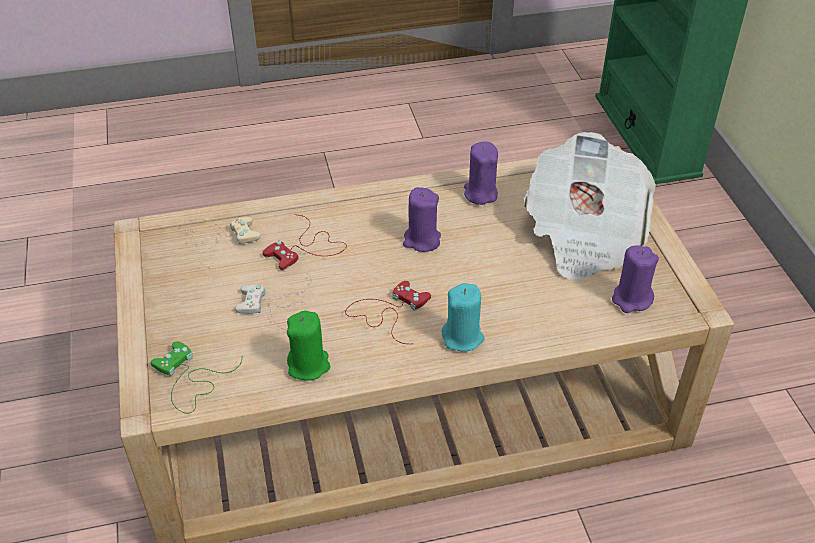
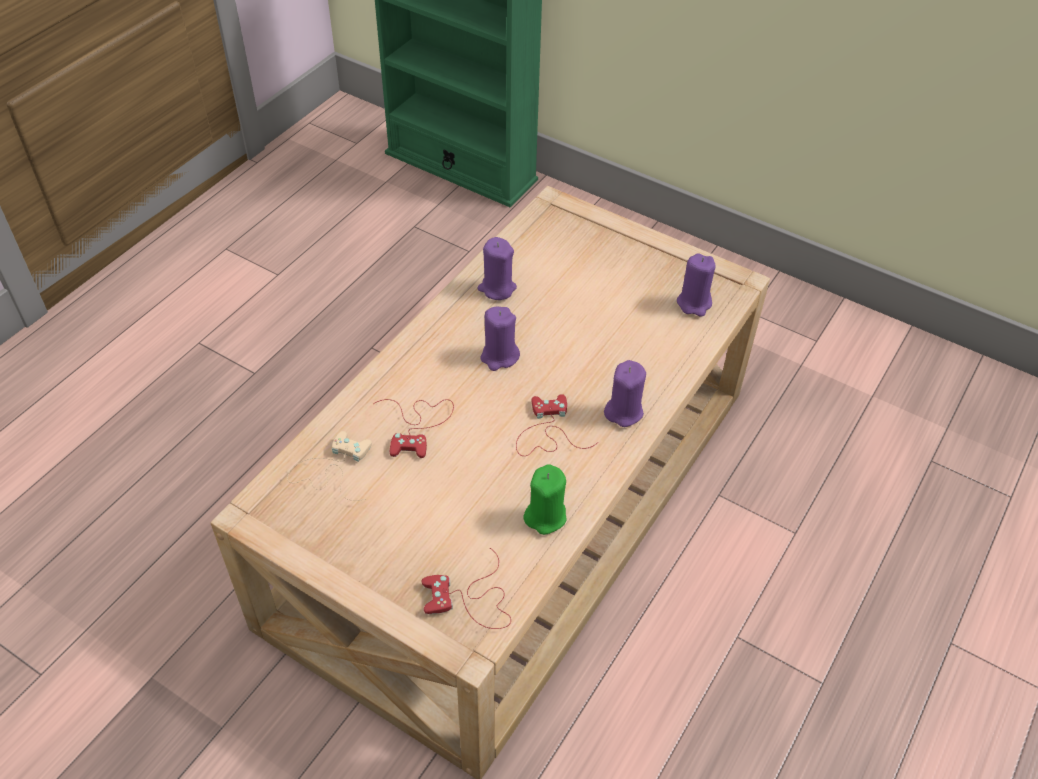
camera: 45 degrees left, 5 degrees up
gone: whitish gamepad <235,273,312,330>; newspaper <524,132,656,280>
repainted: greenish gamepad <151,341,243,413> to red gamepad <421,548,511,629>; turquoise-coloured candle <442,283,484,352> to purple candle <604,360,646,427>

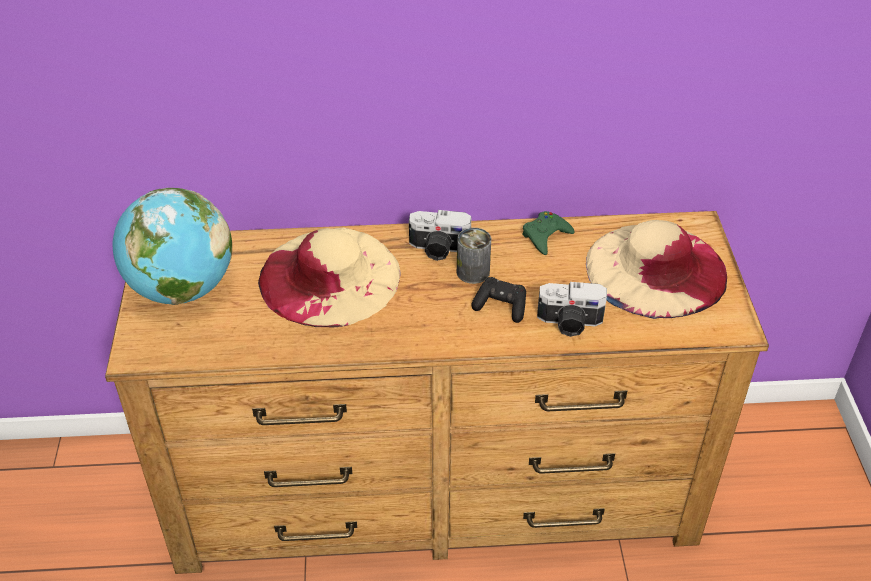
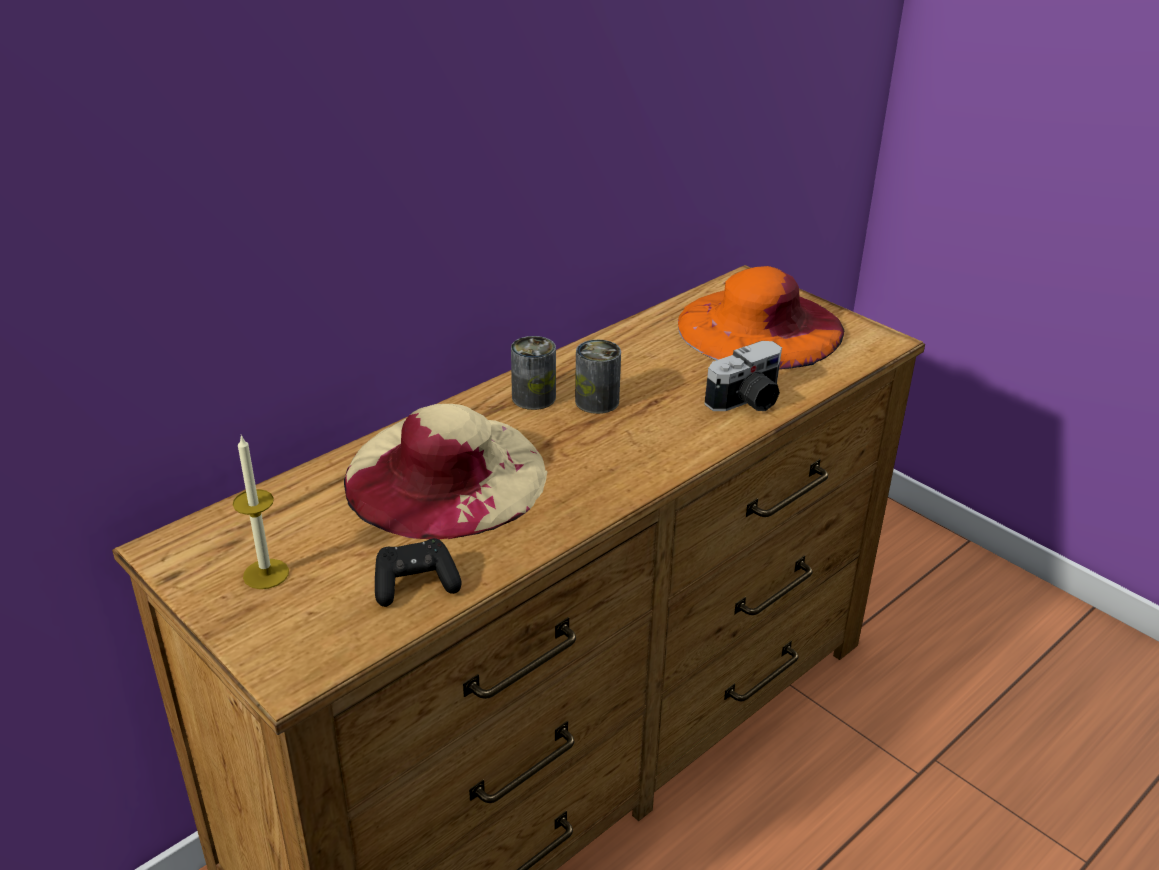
camera: 40 degrees left, 10 degrees down
gone: greenish gamepad <522,211,575,255>
shifted: black-coloured gamepad <472,277,526,323> to <375,538,462,607>
swapped: globe <113,188,232,305> to candle <233,435,289,589>; photo camera <409,210,471,261> to sealed can <511,336,556,410>
repainted: sand-coloured wearable hat <586,220,727,319> to orangey wearable hat <678,266,844,369>

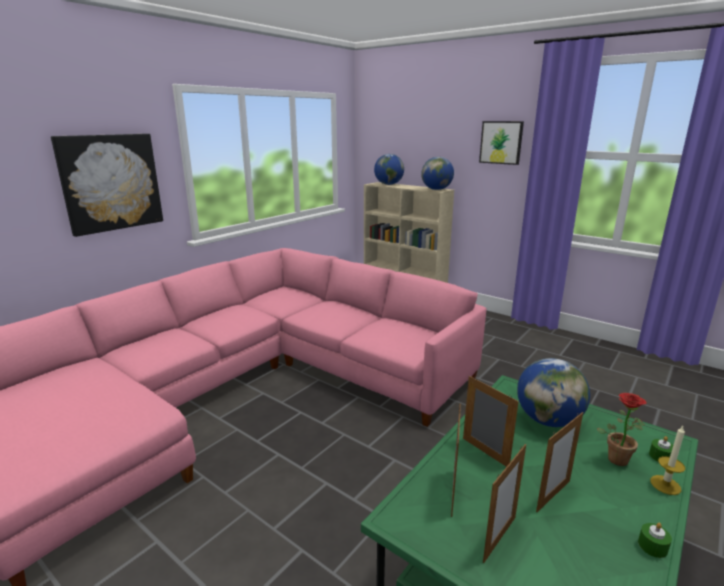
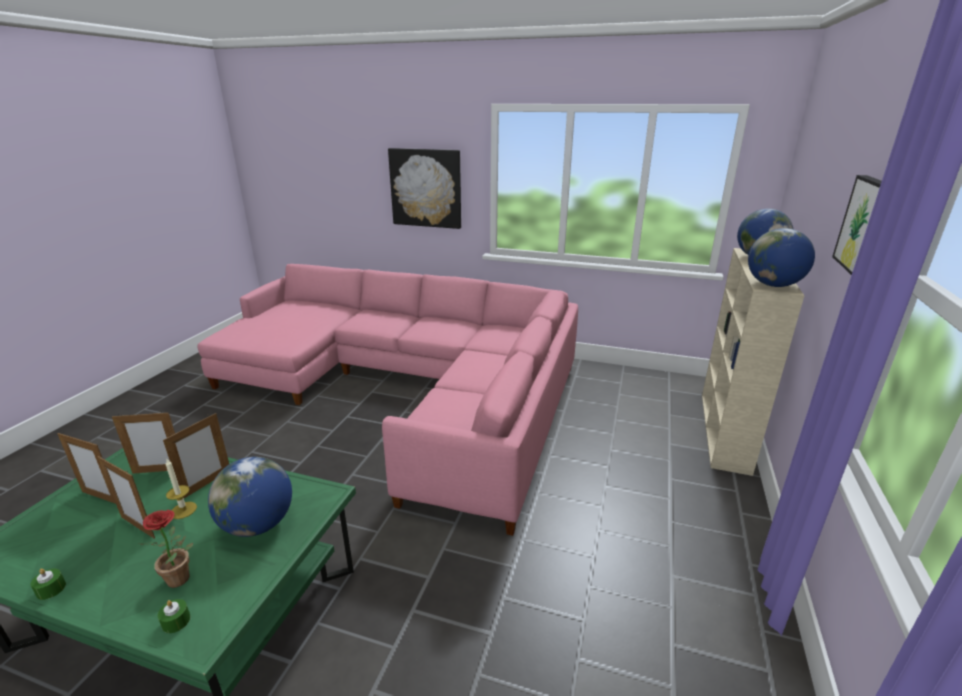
camera: 70 degrees right, 5 degrees up
shifted: candle <650,426,685,495> to <166,459,197,519>

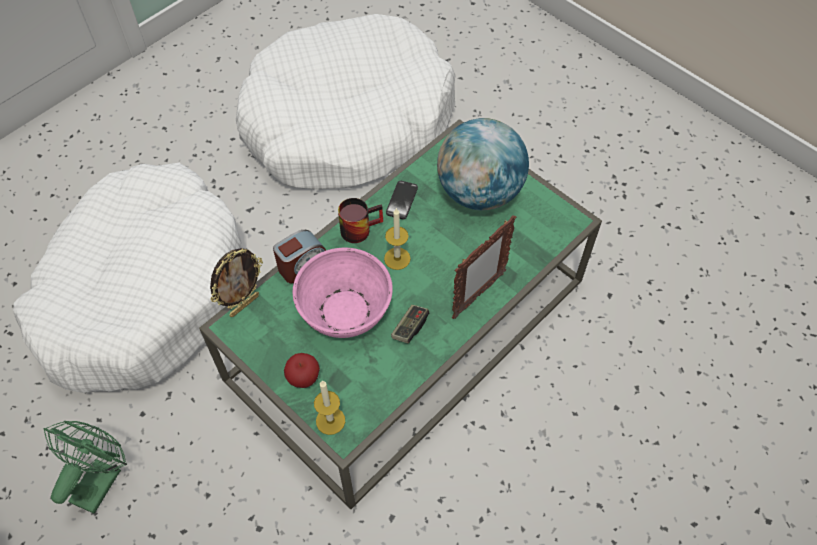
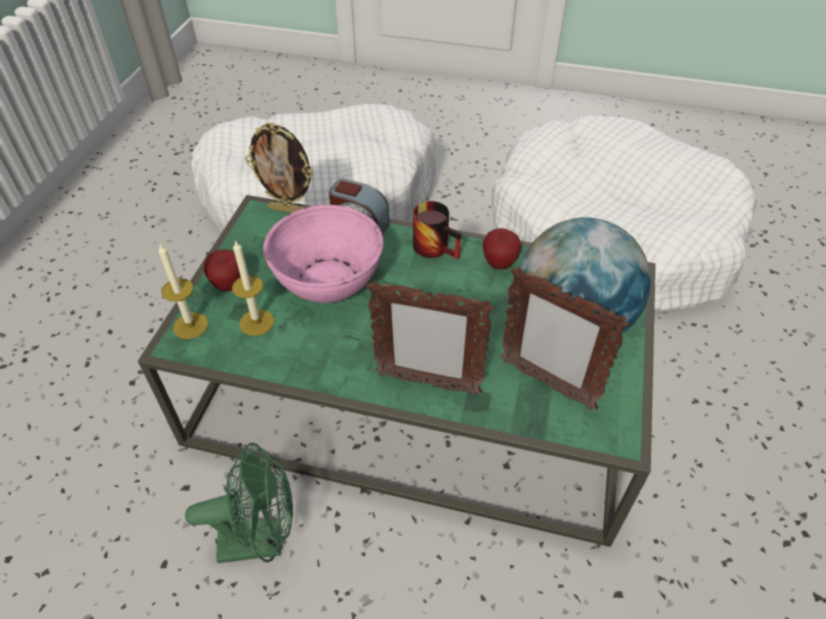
camera: 60 degrees right, 10 degrees down
gone: gamepad <391,305,429,343>
new: picture frame <500,267,630,410>
shifted: greenish electric fan <43,421,127,514> to <185,443,293,563>; candle <384,208,411,270> to <232,240,274,336>
swapped: handset <386,181,418,220> to apple fruit <483,228,521,270>

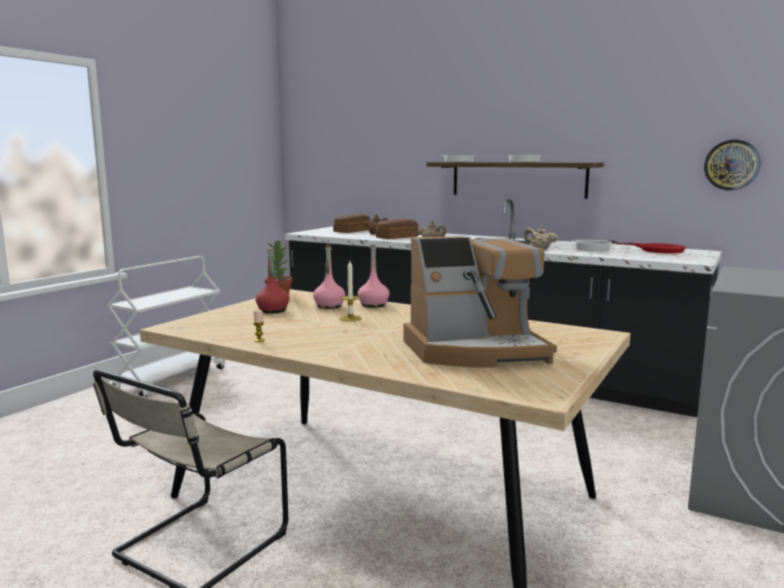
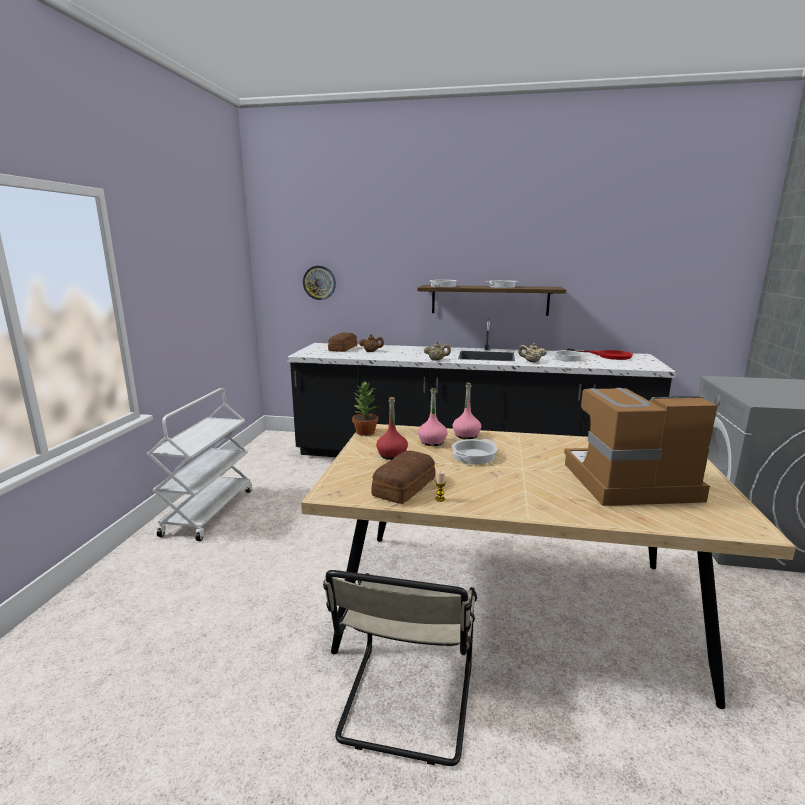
camera: 20 degrees left, 5 degrees up
shifted: bakery bread <376,218,419,239> to <371,451,436,504>; hanging clock <704,140,761,191> to <303,266,336,300>
swapped: candle <340,261,362,322> to stockpot <452,439,497,464>
rotated: coffee maker <403,236,557,368> = <564,388,718,506> 150 degrees counterclockwise

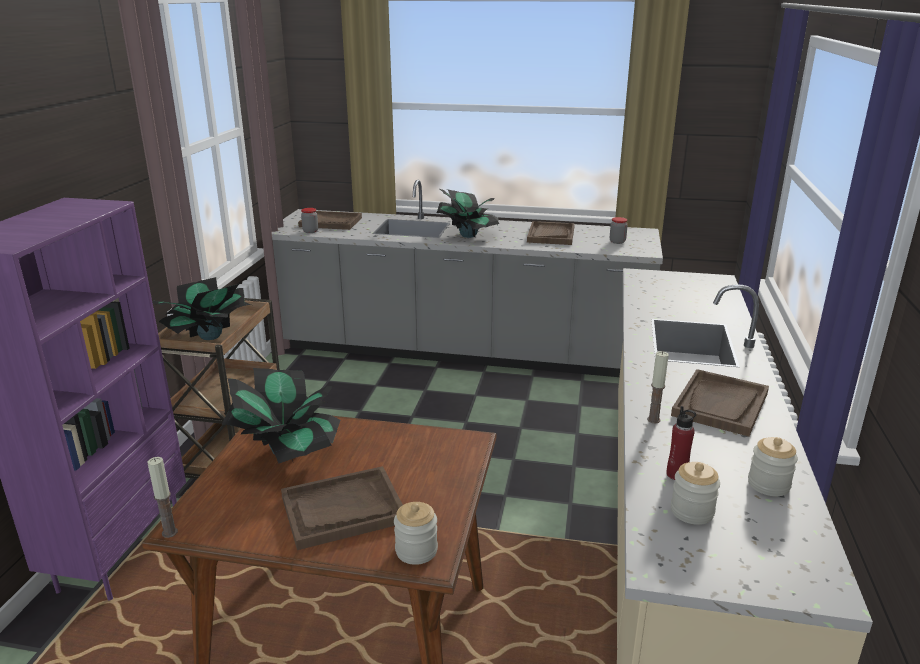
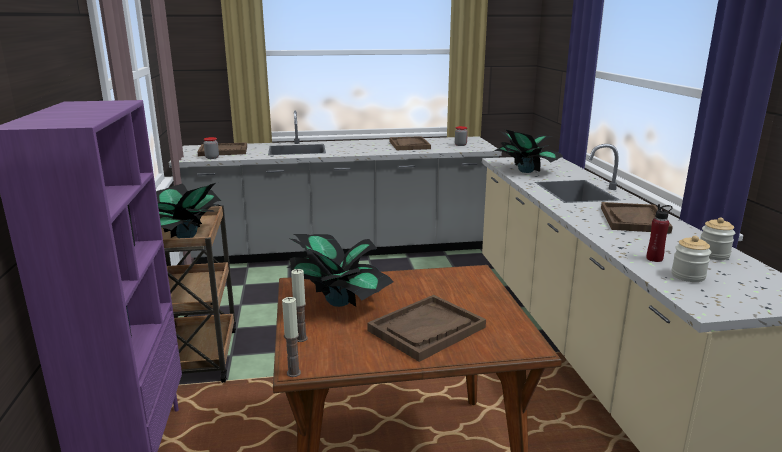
camera: 20 degrees left, 5 degrees down
gone: storage jar <394,502,438,565>
shifted: plant in a pot <437,189,499,238> to <494,129,563,173>; candle <647,351,669,423> to <291,269,308,342>

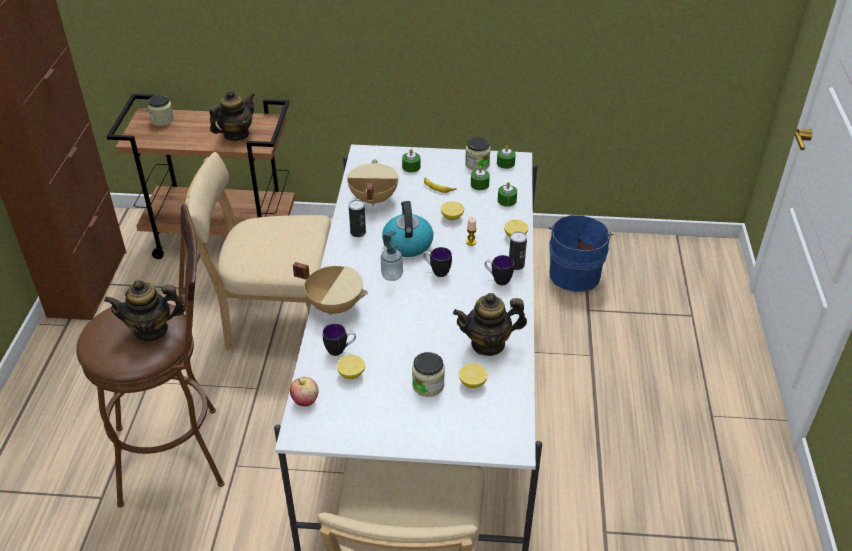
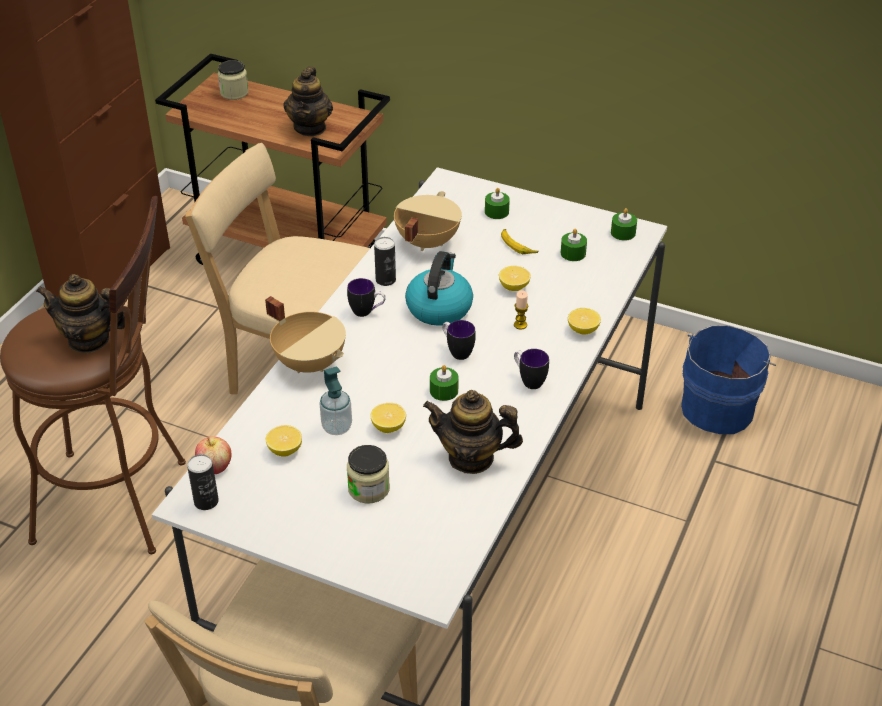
camera: 20 degrees right, 0 degrees up
gone: storage jar <465,137,491,171>
shifted: coffee mug <323,324,356,356> to <347,278,386,317>; liquid soap bottle <381,231,403,281> to <319,366,352,435>; whole lemon <459,363,487,388> to <370,403,406,433>; greenish candle <498,182,517,207> to <430,365,459,401>; sealed can <509,231,527,270> to <187,454,219,510>
rotated: pot for tea <209,90,255,141> = <284,67,333,136> 120 degrees clockwise

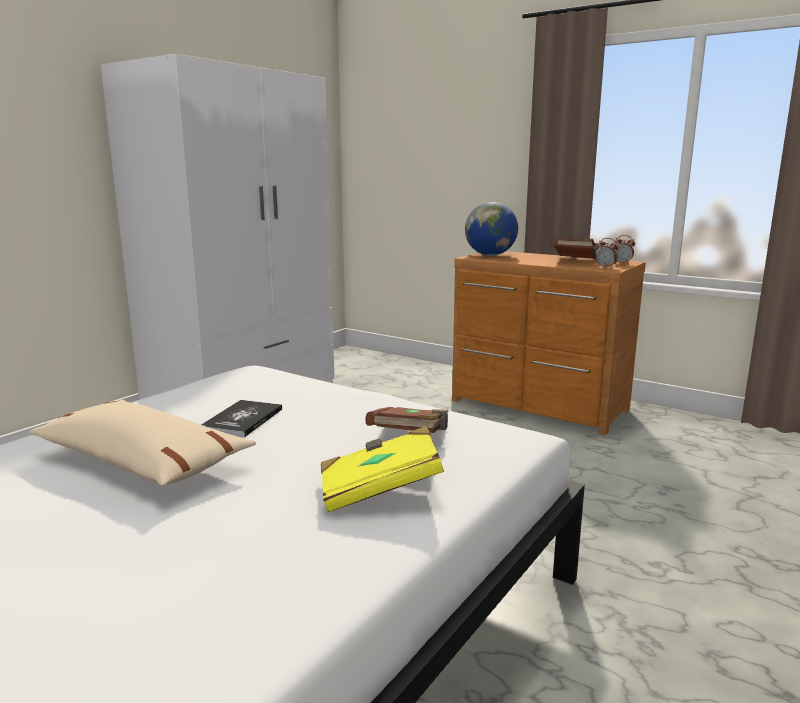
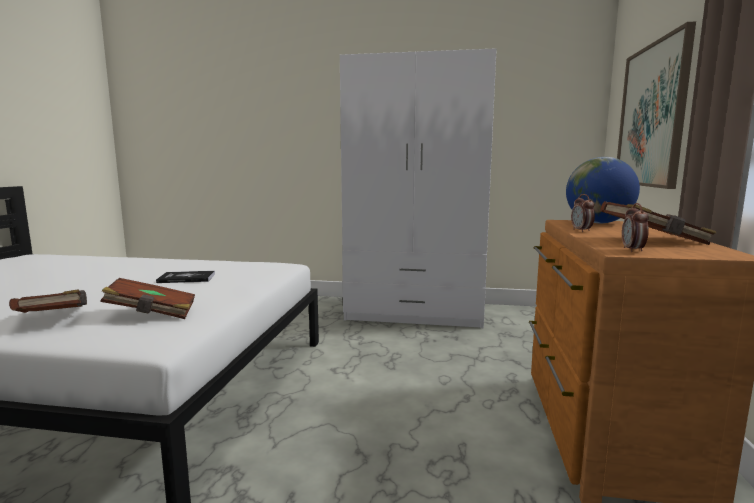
camera: 65 degrees right, 5 degrees down
gone: sand-coloured pillow <28,400,256,486>
new: wall picture <617,22,696,189>
shifted: alarm clock <615,235,635,265> to <571,194,595,232>
repainted: yellowish bound book <321,426,444,512> to brown bound book <9,289,87,313>

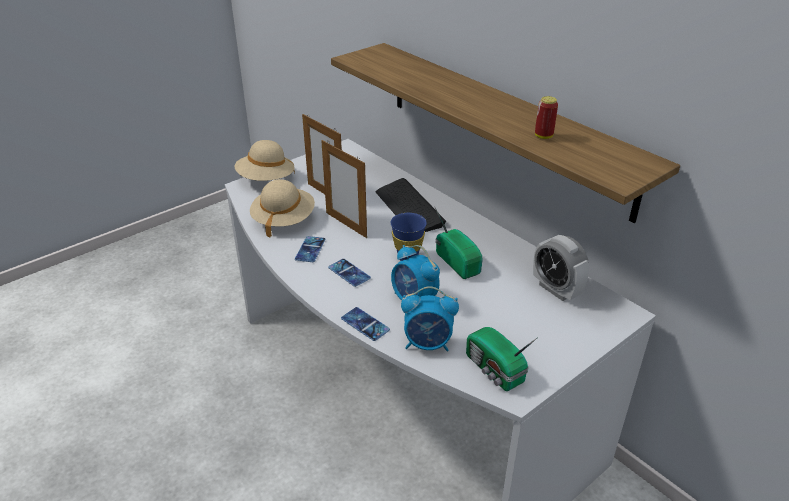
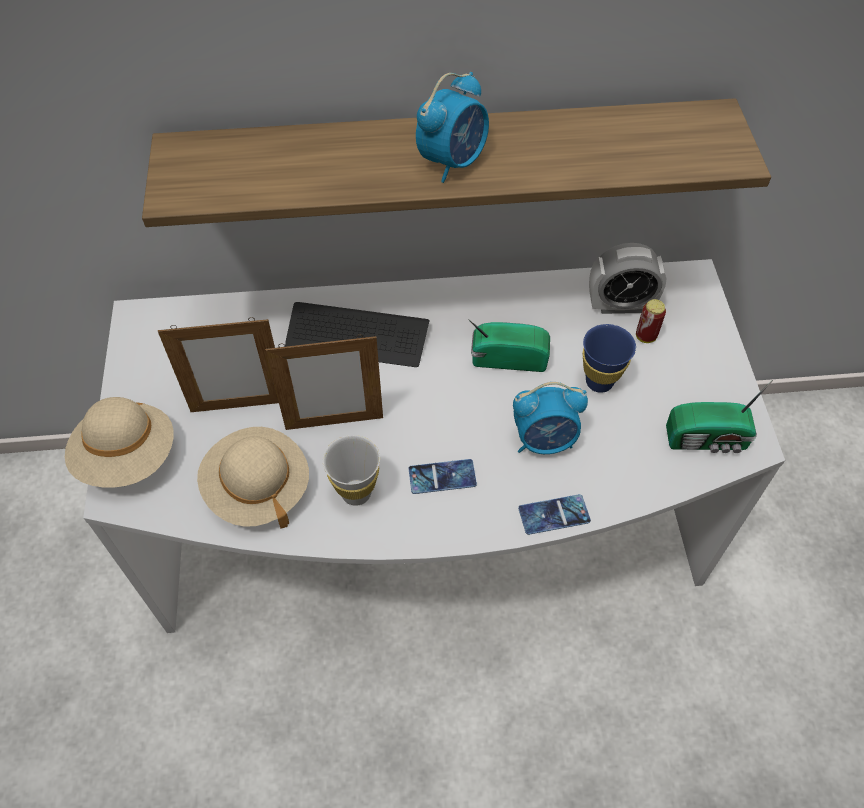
camera: 55 degrees left, 20 degrees up
shifted: bluish small cup <390,213,427,261> to <583,324,636,393>; alarm clock <401,286,459,352> to <416,72,489,183>; sealed can <535,96,558,139> to <636,299,666,343>
swapped: handset <295,236,325,262> to whitish small cup <323,435,380,506>

